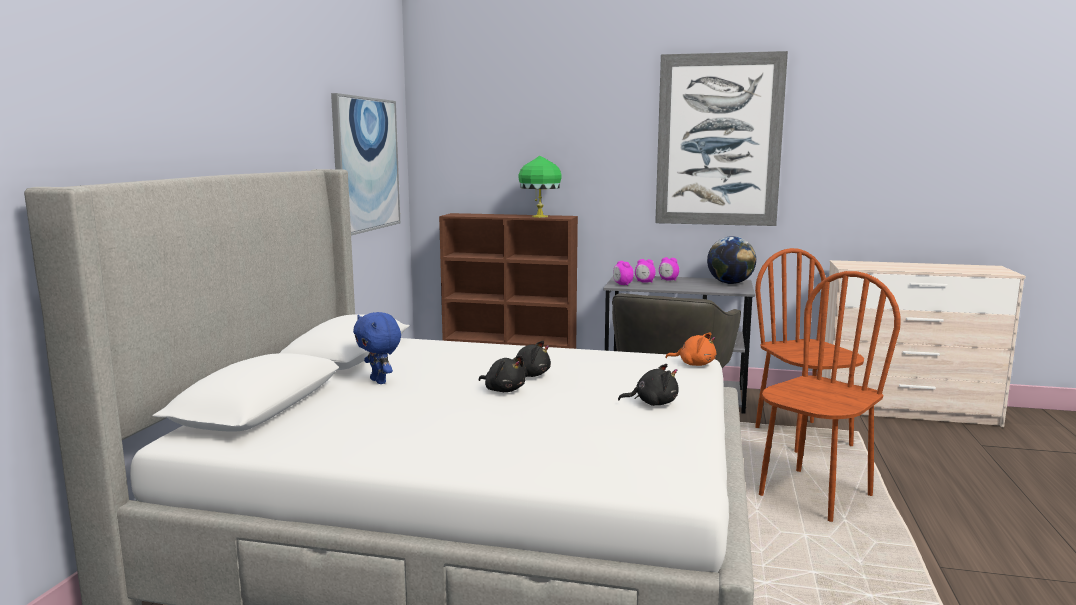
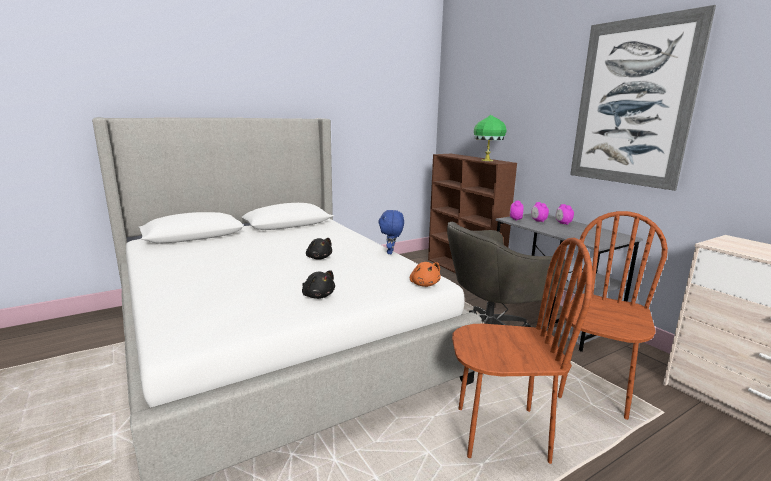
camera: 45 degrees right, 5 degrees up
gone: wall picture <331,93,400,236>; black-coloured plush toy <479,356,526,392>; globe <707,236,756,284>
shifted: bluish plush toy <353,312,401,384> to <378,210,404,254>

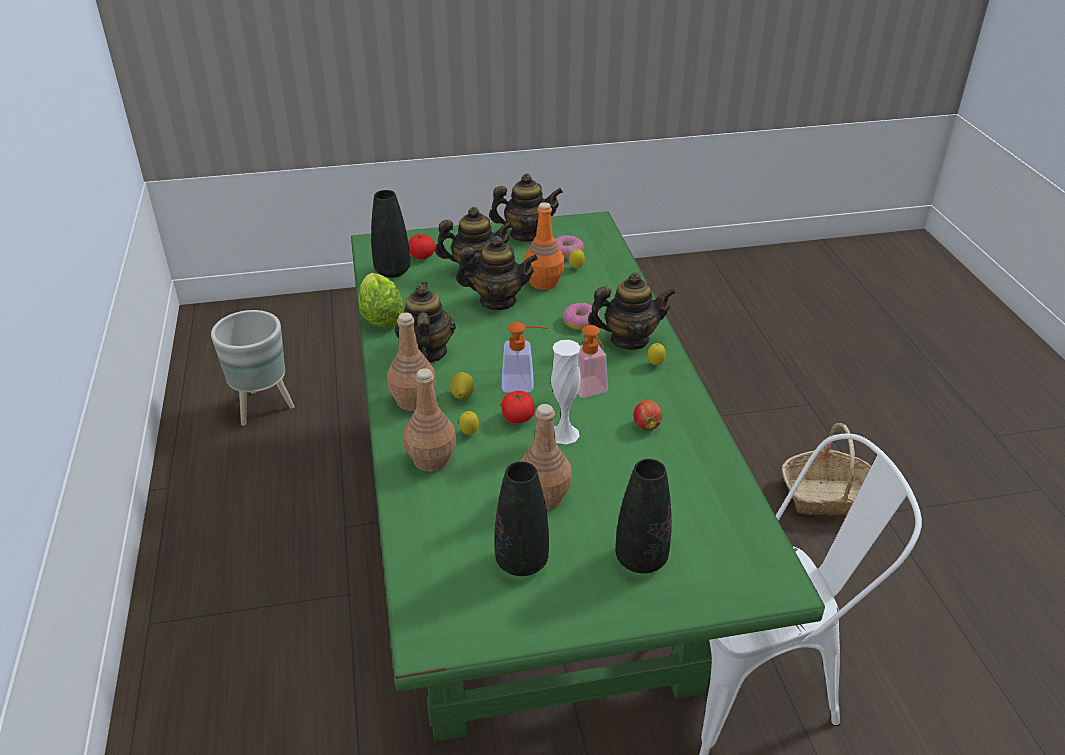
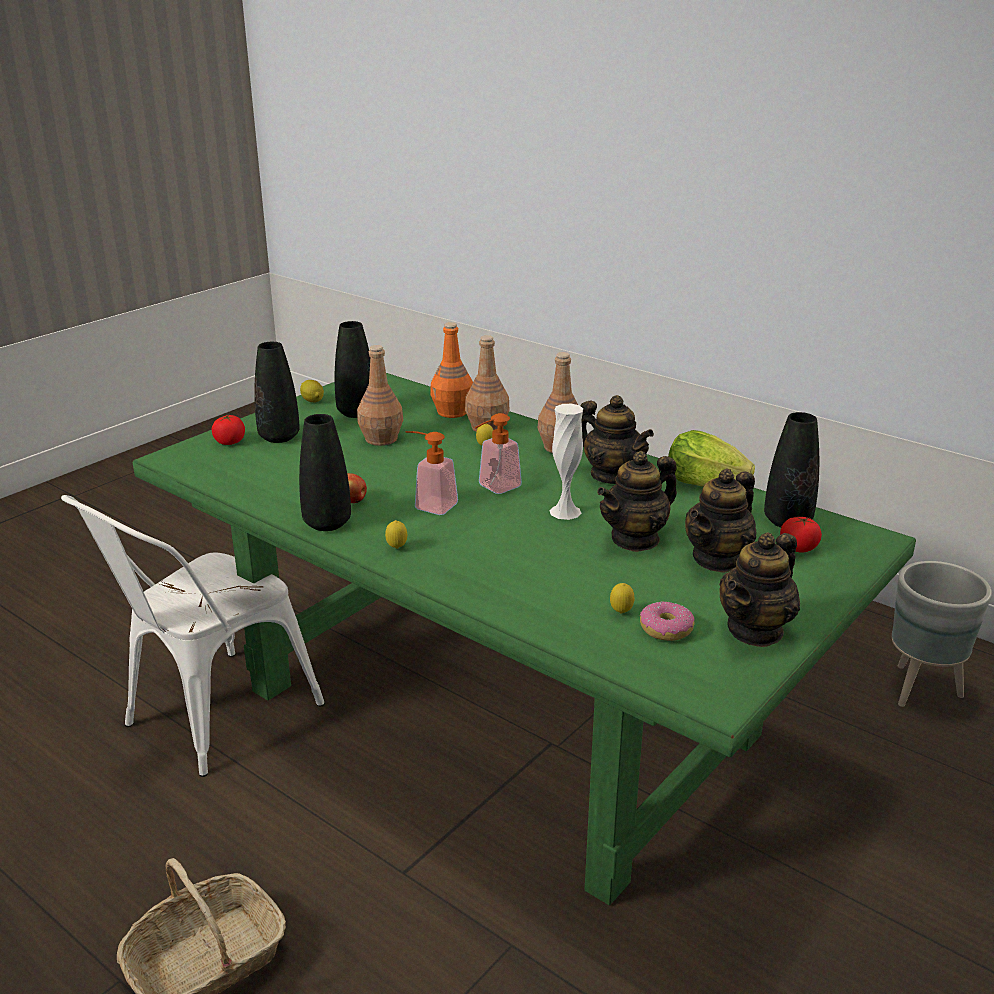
camera: 140 degrees right, 10 degrees down
gone: ring doughnut <563,303,600,330>; pot for tea <588,272,676,350>
new: black-coloured flower vase <299,414,351,531>
shifted: whole lemon <450,372,474,399> to <300,380,324,402>; tomato <501,391,535,423> to <212,415,245,445>; orangey bottle <524,202,565,290> to <430,322,473,418>; whitish flower vase <551,340,581,444> to <549,404,583,520>

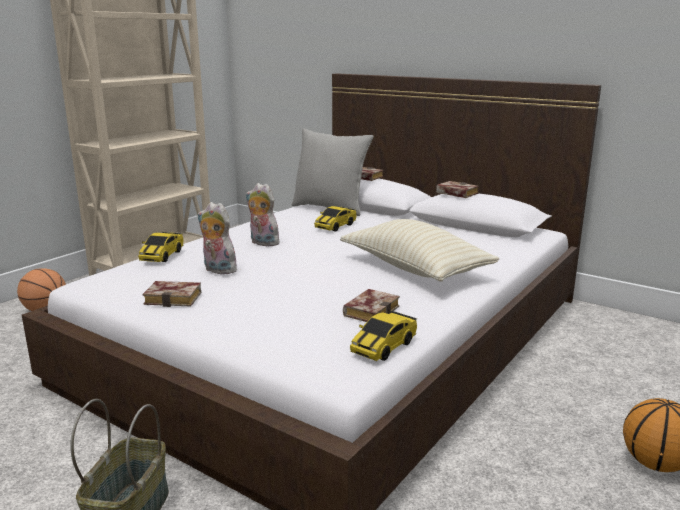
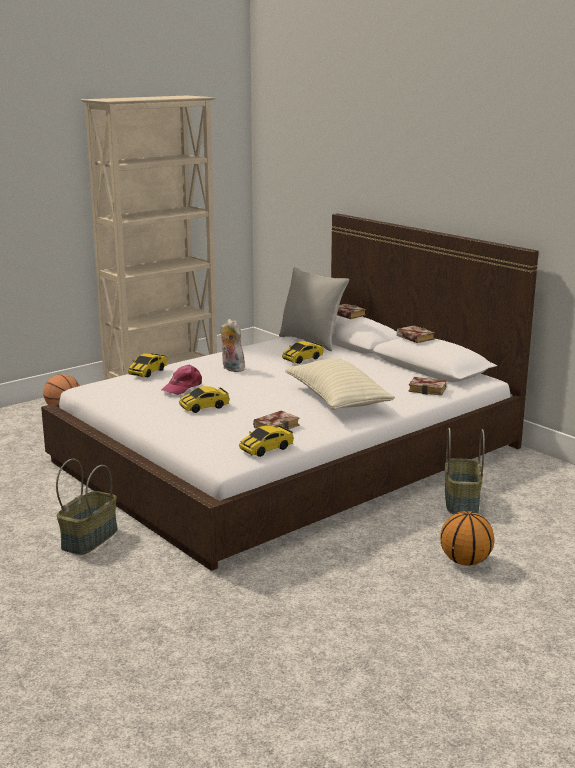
camera: 15 degrees right, 0 degrees up
new: toy car <179,386,230,413>; basket <445,428,485,514>
shifted: bound book <143,281,201,307> to <408,377,447,396>
swapped: plush toy <198,202,237,274> to pinkish peaked cap <162,365,202,395>

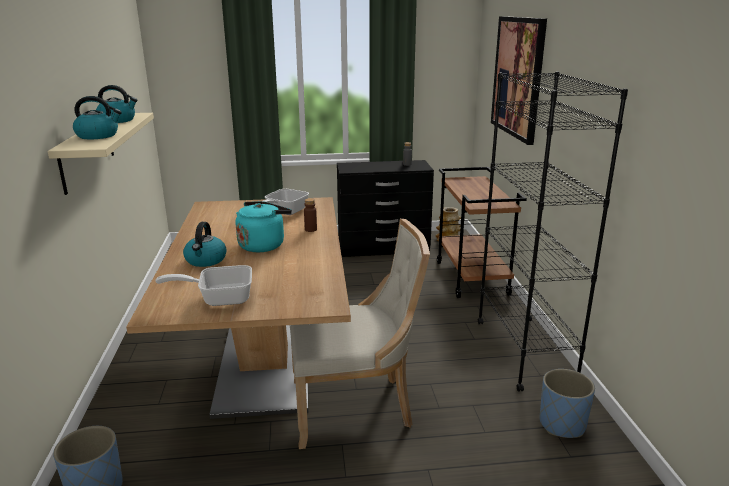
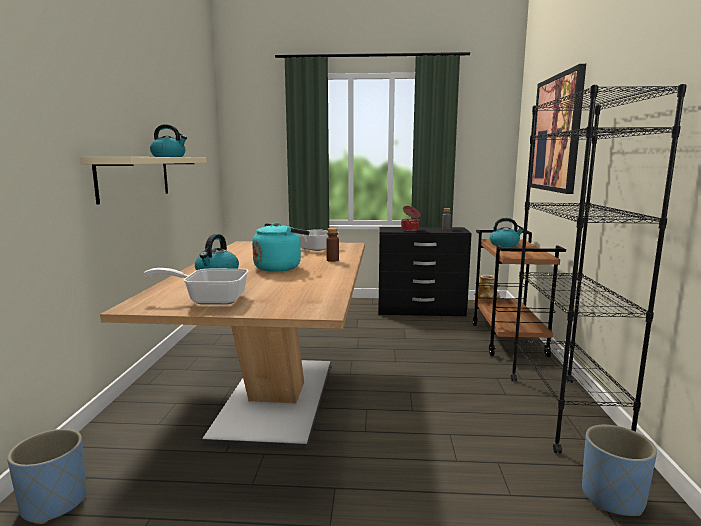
camera: 10 degrees right, 10 degrees down
gone: sand-coloured upright chair <290,219,430,449>
new: stockpot <401,206,421,231>
shifted: tea kettle <73,96,122,139> to <490,218,524,247>

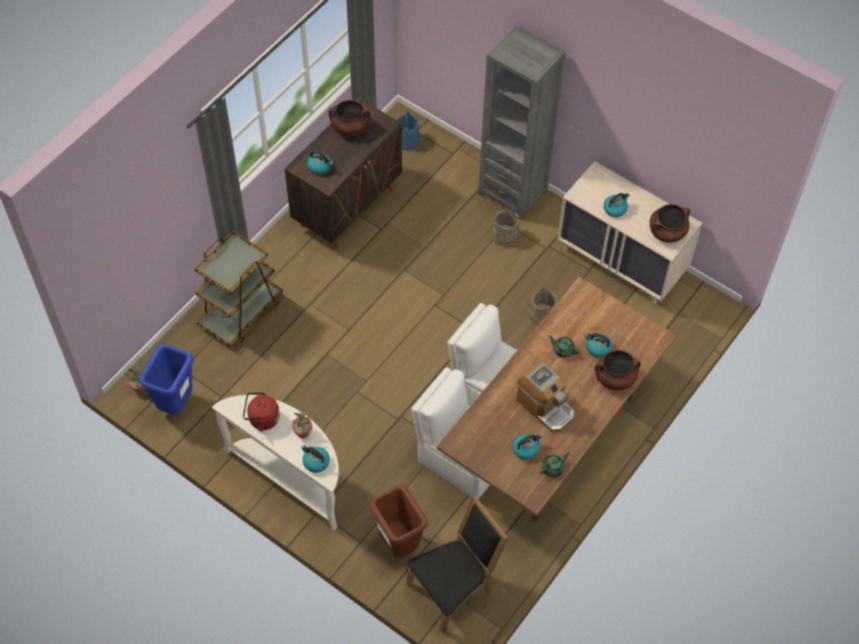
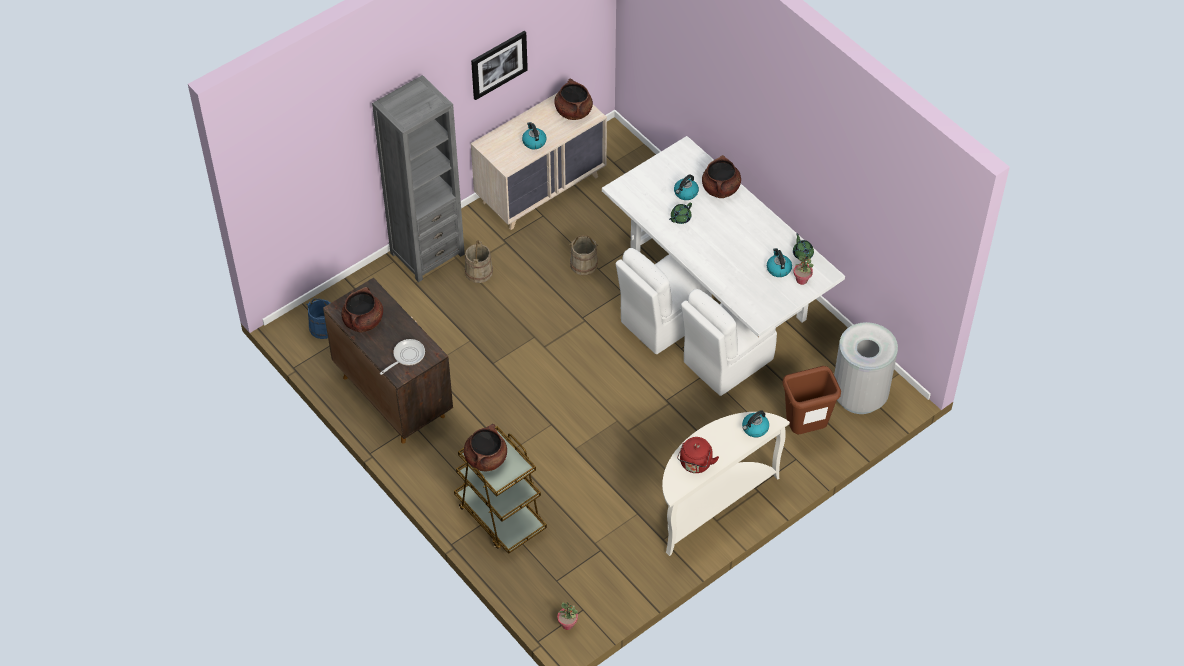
camera: 75 degrees left, 5 degrees down
gone: bluish trash can <139,344,194,415>; coffee maker <517,360,574,433>
new: brown stockpot <464,424,507,471>; wall picture <471,31,528,100>
shifted: plant in a pot <291,412,312,438> to <793,255,813,285>
swapped: tea kettle <307,150,333,174> to skillet <380,339,425,375>; black-coloured upright chair <406,496,508,634> to grey trash can <834,322,898,414>
repainted: brown dinner table <436,277,676,522> to whitish dinner table <602,136,845,337>

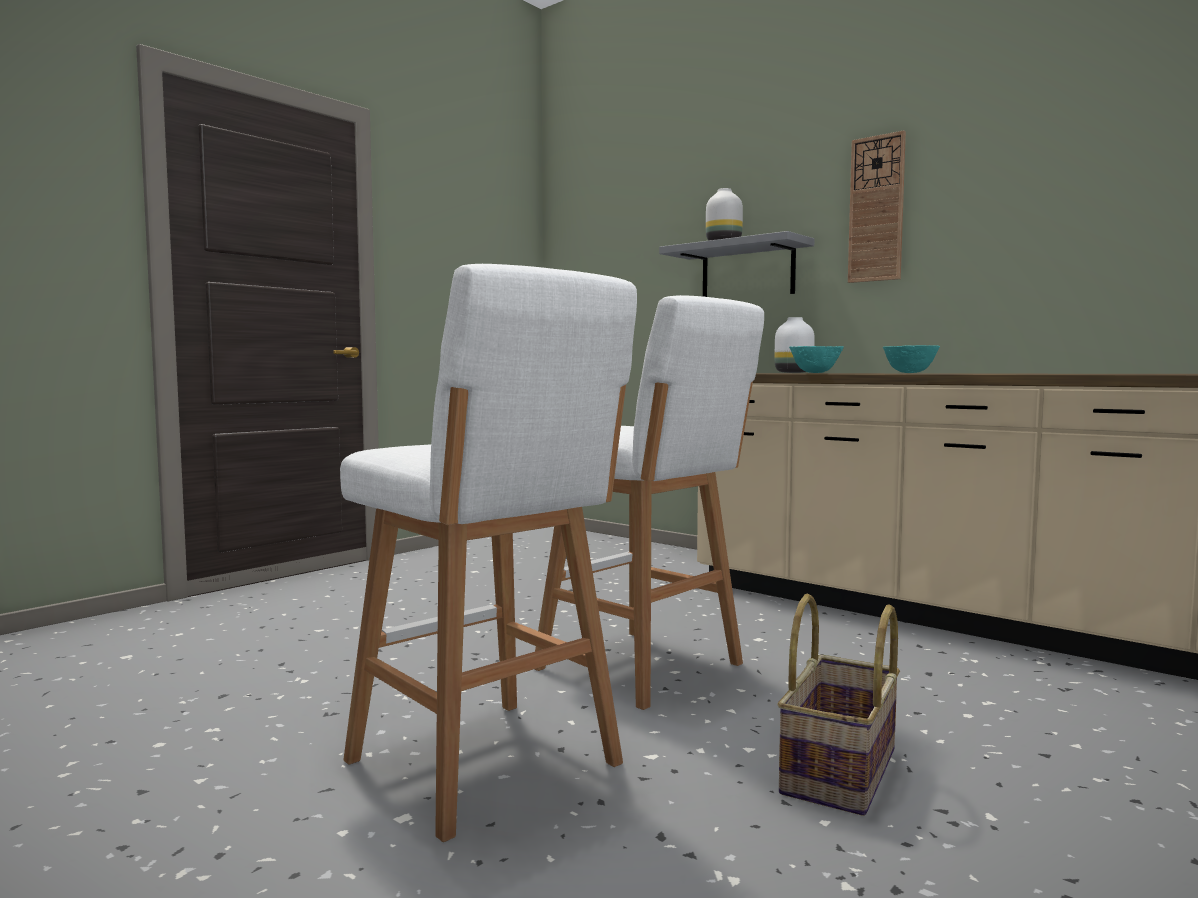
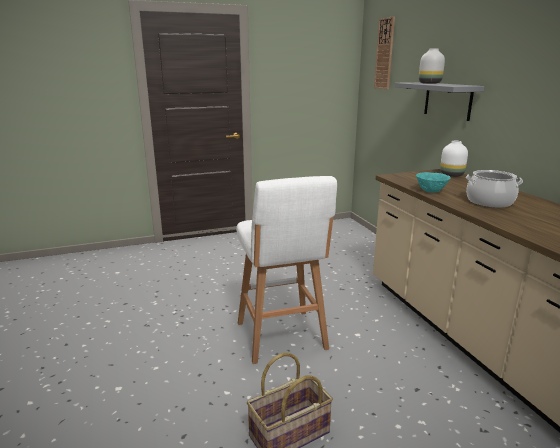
camera: 30 degrees right, 15 degrees up
gone: whitish sitting stool <340,264,637,842>
shifted: hanging clock <848,131,906,283> to <374,16,395,89>
swapped: turquoise-coloured deep dish <883,345,940,373> to stockpot <466,170,523,208>

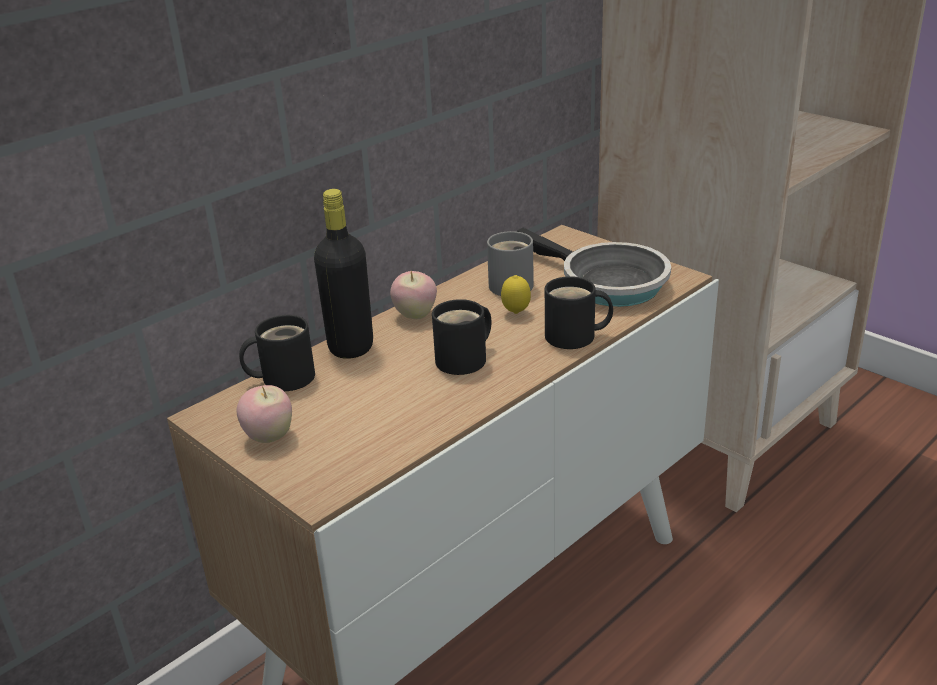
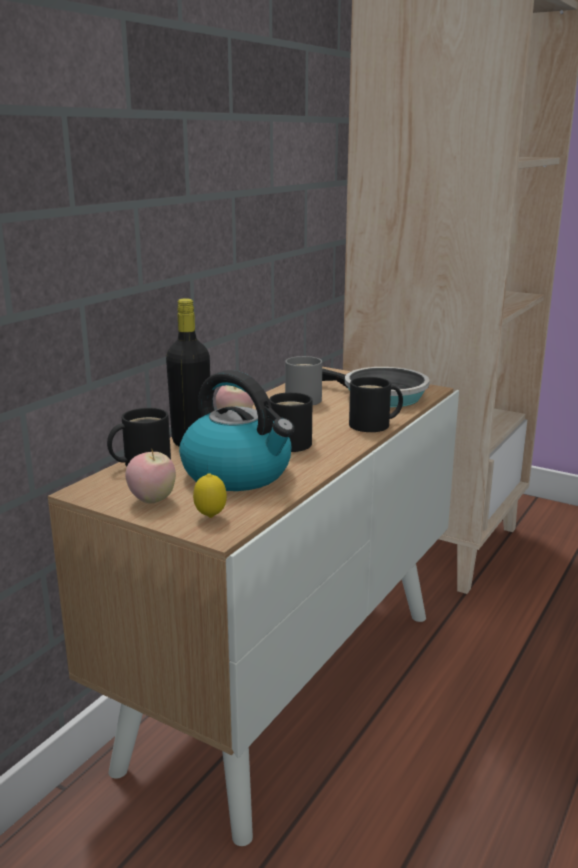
camera: 15 degrees left, 10 degrees down
new: tea kettle <179,370,295,491>
shifted: whole lemon <501,275,531,314> to <193,473,227,518>

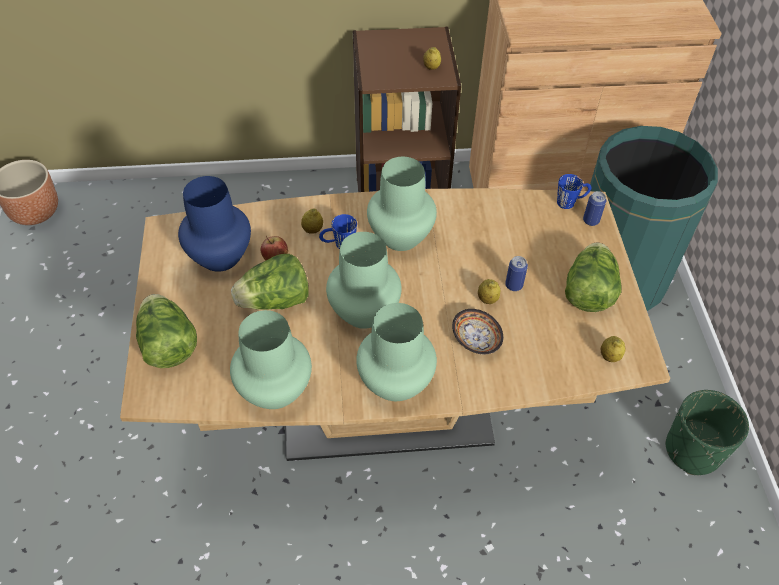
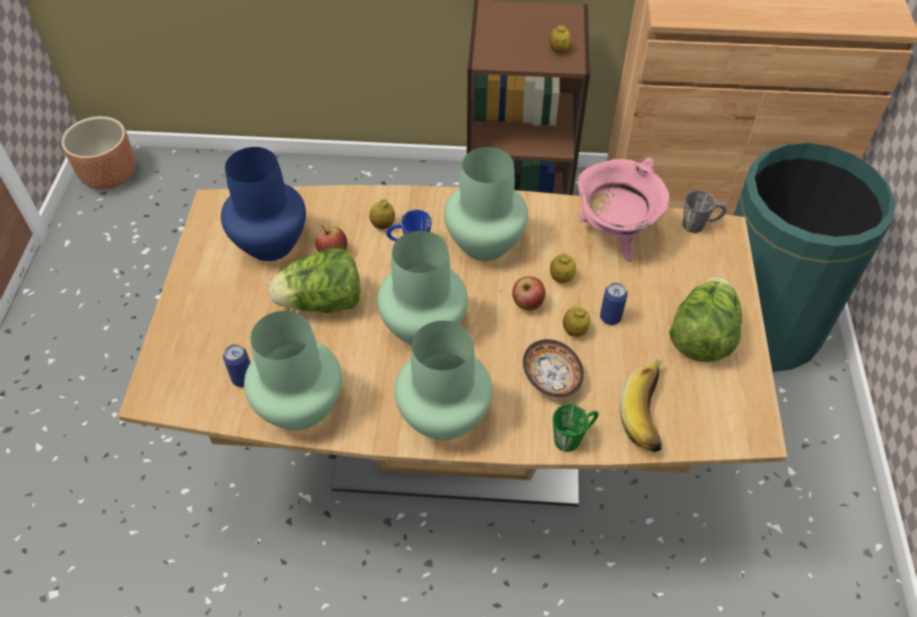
camera: 10 degrees right, 0 degrees up
gone: lettuce head <136,294,197,368>; greenish flower pot <665,390,749,475>
new: apple fruit <512,276,546,311>; greenish coffee mug <553,404,599,452>; pinkish stockpot <577,158,669,262>; banana <620,358,664,452>
shifted: sealed can <583,191,606,226> to <223,344,250,387>; whole lemon <601,336,625,362> to <550,253,576,283>
repainted: bluish coffee mug <557,174,591,209> to grey coffee mug <683,190,727,233>

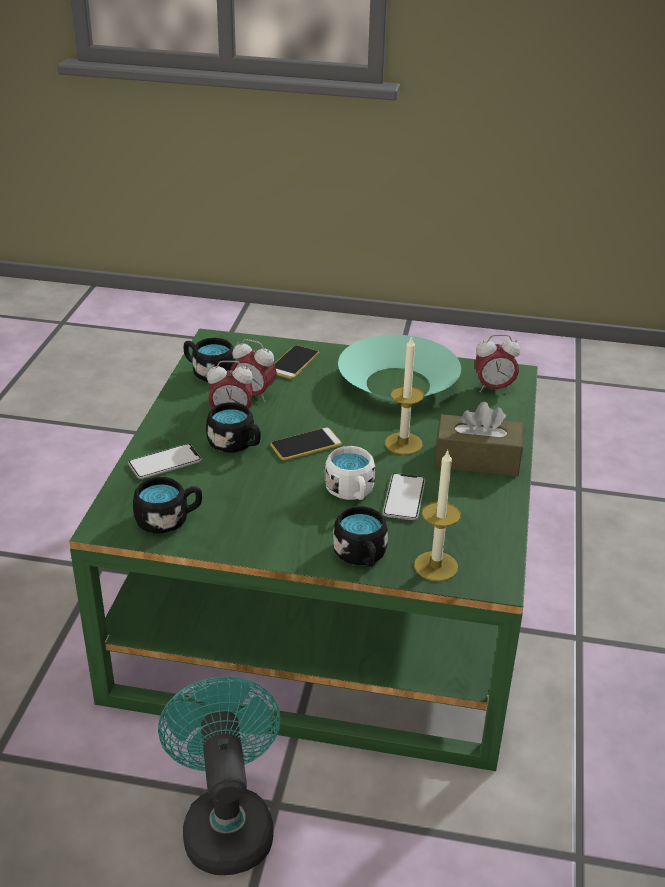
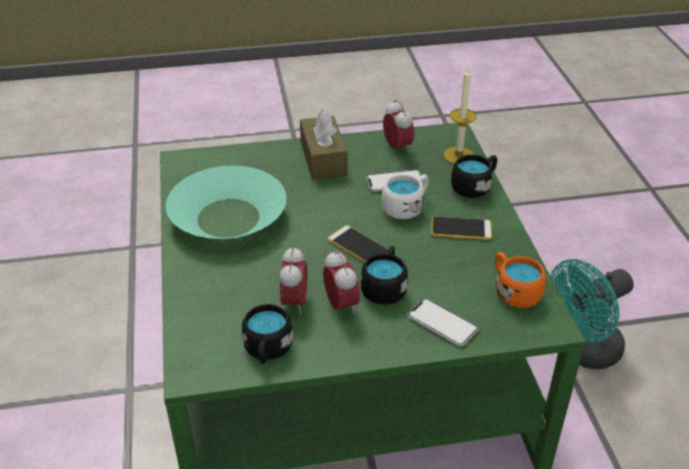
camera: 110 degrees left, 5 degrees up
gone: candle <385,335,424,455>
shifted: handset <274,345,319,379> to <431,217,492,240>; alarm clock <475,335,520,393> to <383,99,415,153>
repainted: black-coloured coffee mug <133,477,202,534> to orangey coffee mug <495,252,546,308>

